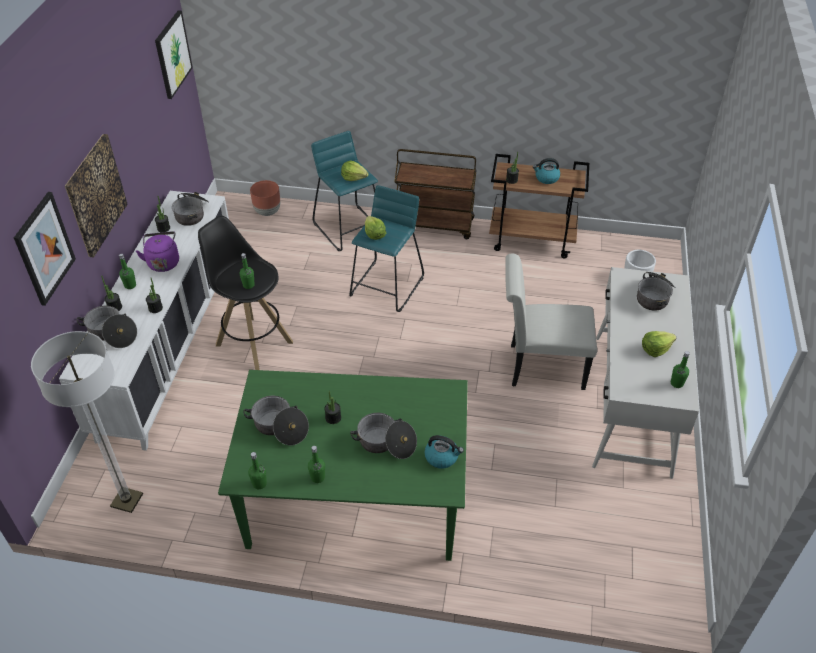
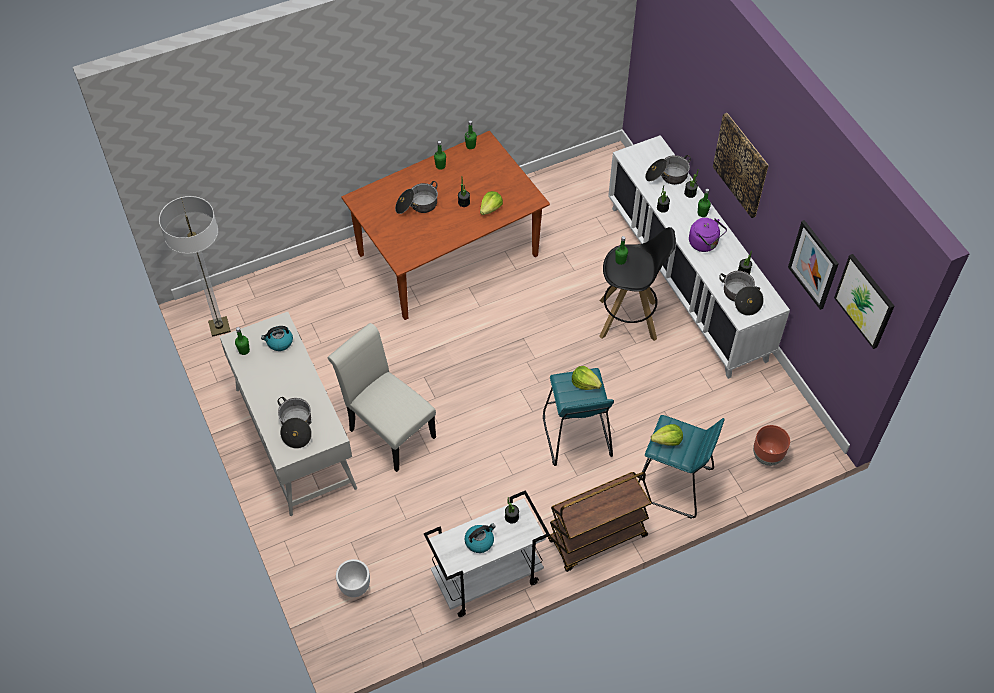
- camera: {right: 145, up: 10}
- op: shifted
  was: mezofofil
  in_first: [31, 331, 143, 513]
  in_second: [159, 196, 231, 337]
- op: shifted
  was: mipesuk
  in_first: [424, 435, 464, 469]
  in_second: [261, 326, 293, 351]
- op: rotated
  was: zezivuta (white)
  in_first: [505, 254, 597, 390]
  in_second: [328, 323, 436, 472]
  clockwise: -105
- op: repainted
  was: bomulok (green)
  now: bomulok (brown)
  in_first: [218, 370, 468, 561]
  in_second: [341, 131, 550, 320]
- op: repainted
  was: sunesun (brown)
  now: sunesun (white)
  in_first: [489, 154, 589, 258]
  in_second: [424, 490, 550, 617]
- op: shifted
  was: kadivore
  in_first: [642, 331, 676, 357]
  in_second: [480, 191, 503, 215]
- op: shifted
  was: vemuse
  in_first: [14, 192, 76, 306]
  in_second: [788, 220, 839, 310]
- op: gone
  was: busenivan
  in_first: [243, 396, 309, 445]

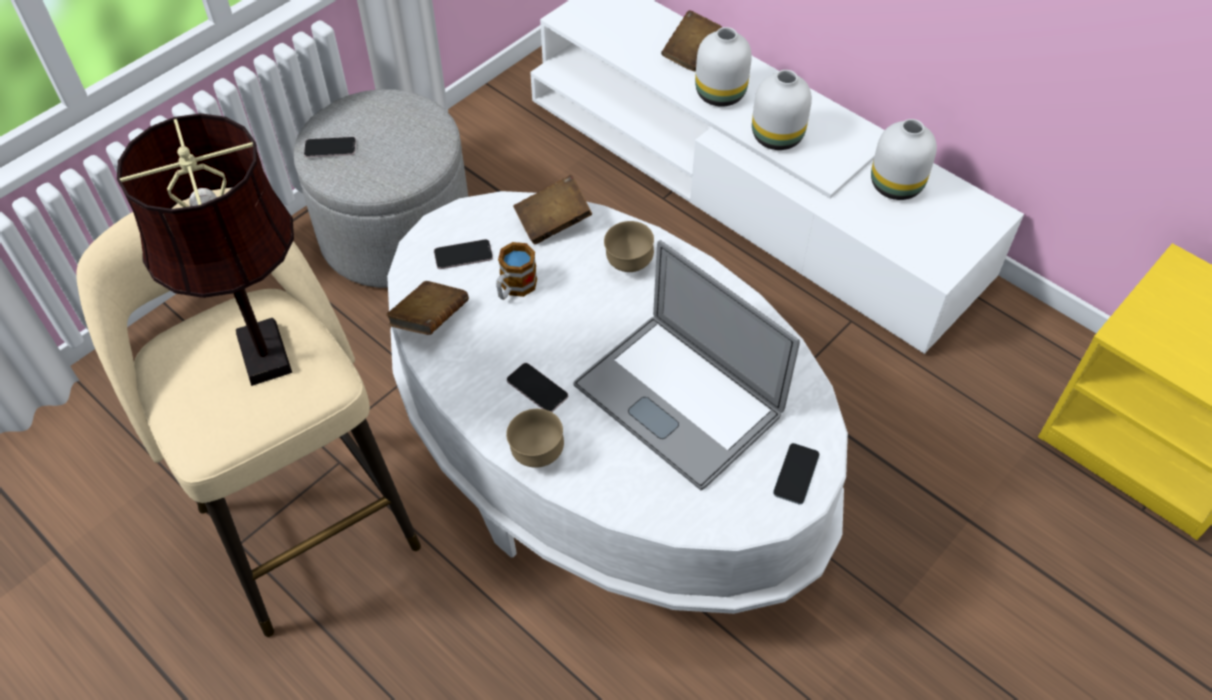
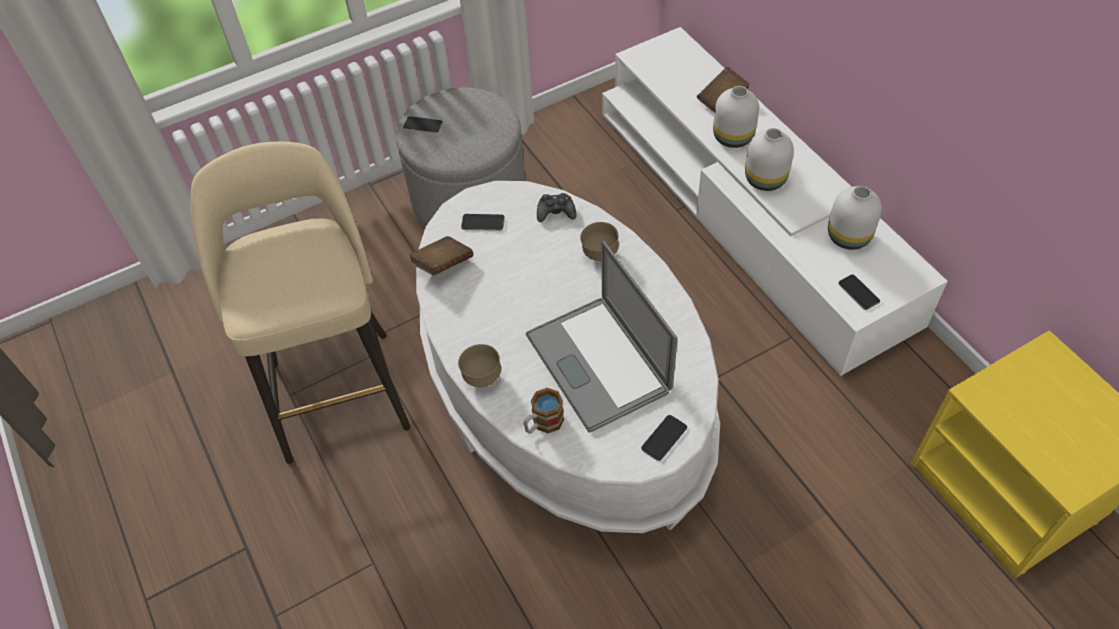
- camera: {right: 20, up: 0}
- op: shifted
  was: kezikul
  in_first: [496, 242, 537, 300]
  in_second: [524, 388, 564, 434]
- op: swapped
  was: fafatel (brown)
  now: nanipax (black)
  in_first: [513, 175, 592, 244]
  in_second: [537, 193, 576, 222]
- op: shifted
  was: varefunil
  in_first: [507, 363, 568, 412]
  in_second: [838, 274, 880, 310]
- op: gone
  was: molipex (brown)
  in_first: [117, 113, 294, 386]

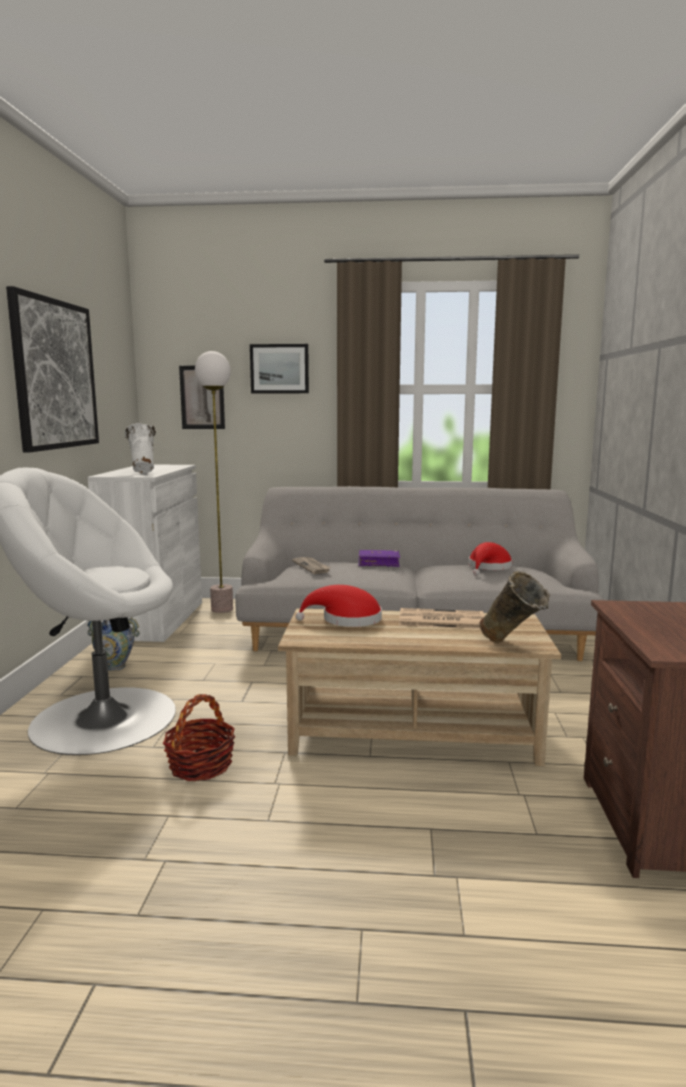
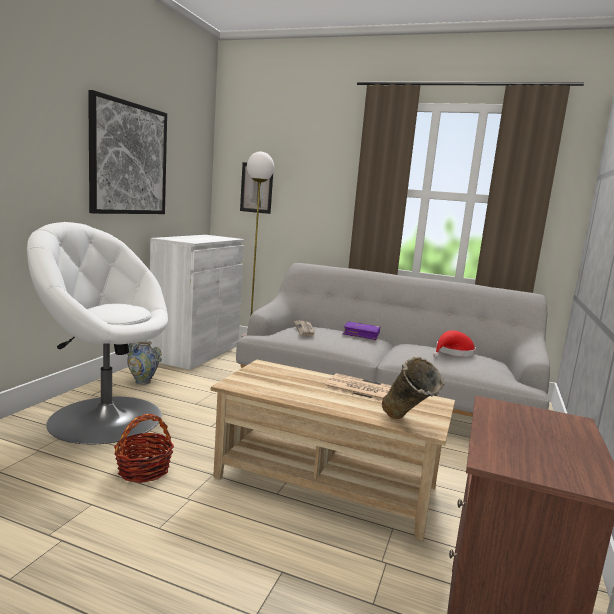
- camera: {right: 15, up: 0}
- op: gone
  was: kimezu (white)
  in_first: [125, 423, 156, 473]
- op: gone
  was: vemuse
  in_first: [250, 344, 309, 393]
- op: gone
  was: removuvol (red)
  in_first: [296, 585, 382, 627]

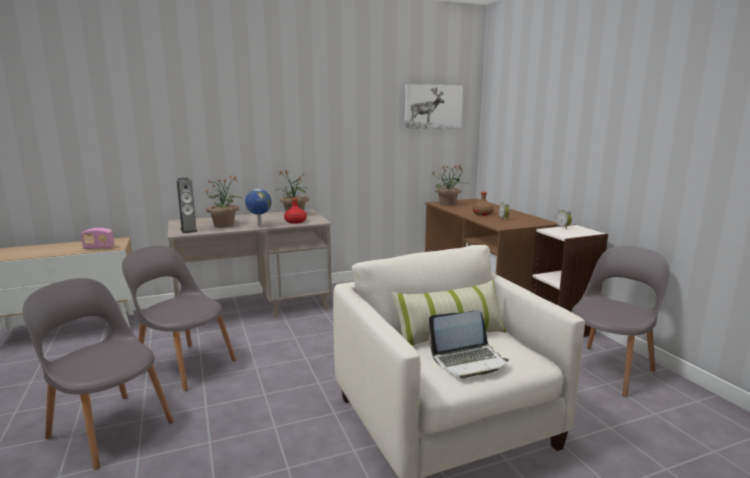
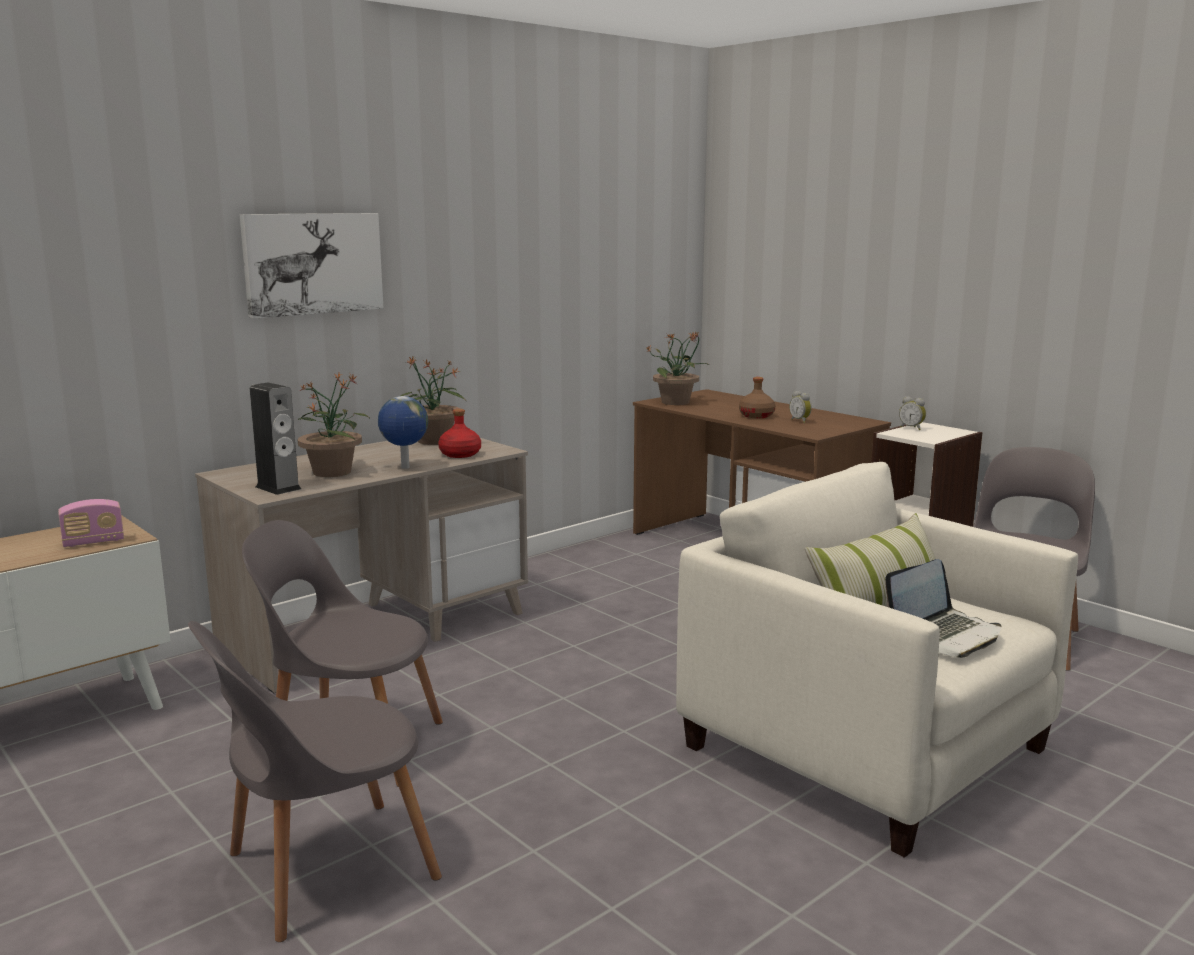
- camera: {right: -20, up: 0}
- op: rotated
  was: zezivuta (grey)
  in_first: [23, 278, 174, 470]
  in_second: [188, 621, 442, 942]
  clockwise: -45
- op: shifted
  was: vemuse
  in_first: [405, 84, 463, 129]
  in_second: [240, 213, 383, 319]

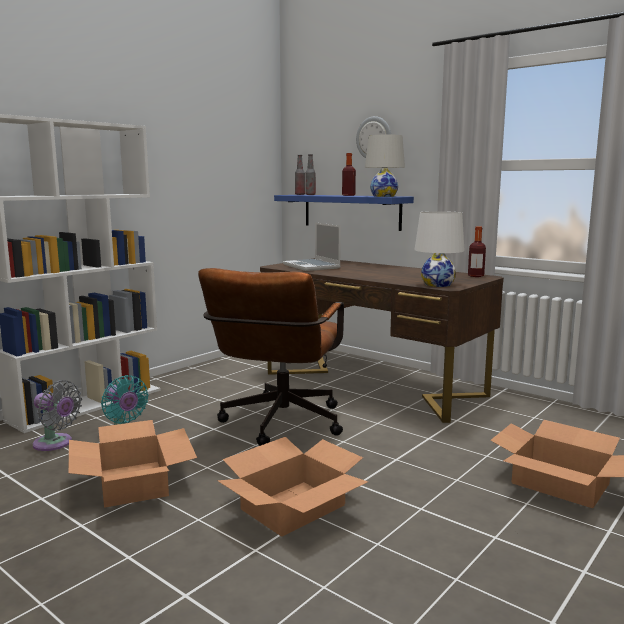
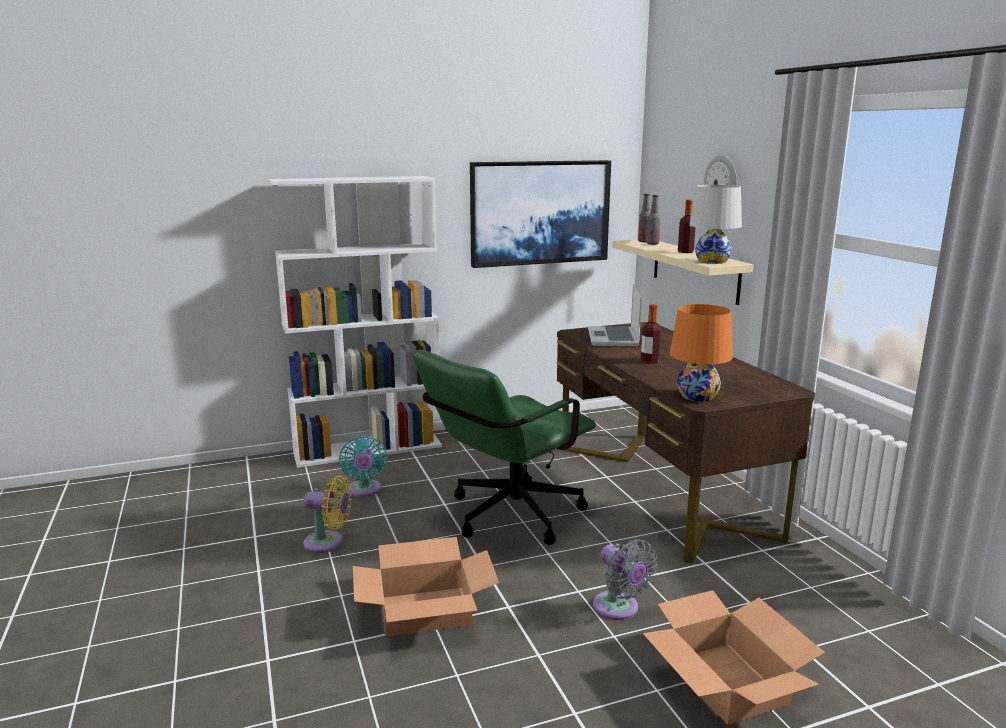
- camera: {right: 30, up: 5}
- op: swapped
  was: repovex
  now: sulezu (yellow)
  in_first: [68, 420, 197, 508]
  in_second: [303, 476, 352, 553]
- op: repainted
  was: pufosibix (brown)
  now: pufosibix (green)
  in_first: [198, 268, 344, 446]
  in_second: [412, 350, 596, 545]
- op: new
  now: vemuse
  in_second: [470, 160, 611, 268]
- op: shifted
  was: sulezu (grey)
  in_first: [33, 380, 82, 451]
  in_second: [593, 539, 658, 620]
- op: repainted
  was: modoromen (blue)
  now: modoromen (beige)
  in_first: [274, 195, 414, 231]
  in_second: [612, 240, 754, 305]
- op: shifted
  was: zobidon
  in_first: [468, 226, 486, 277]
  in_second: [641, 304, 661, 364]
- op: repainted
  was: molipex (white)
  now: molipex (orange)
  in_first: [415, 211, 465, 287]
  in_second: [670, 304, 733, 402]

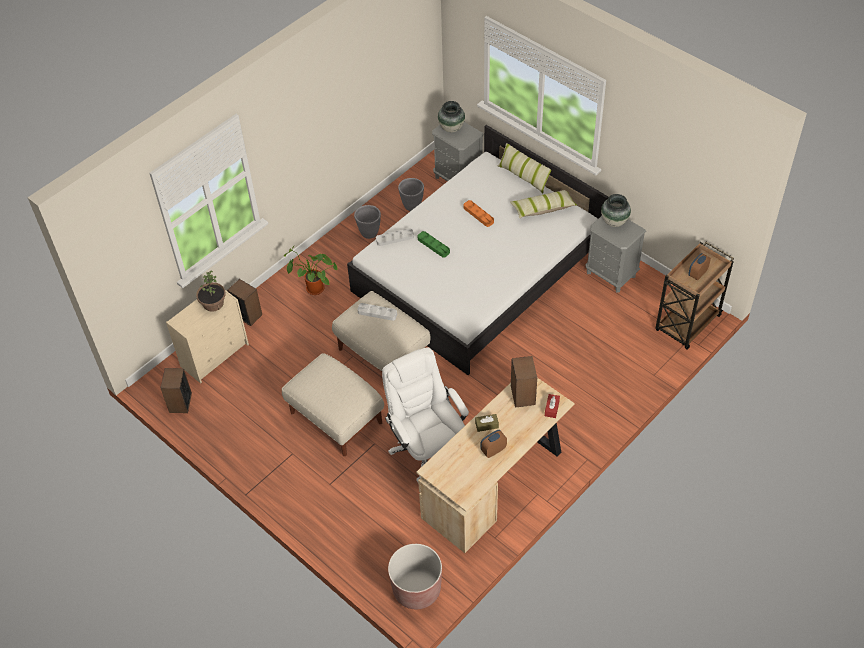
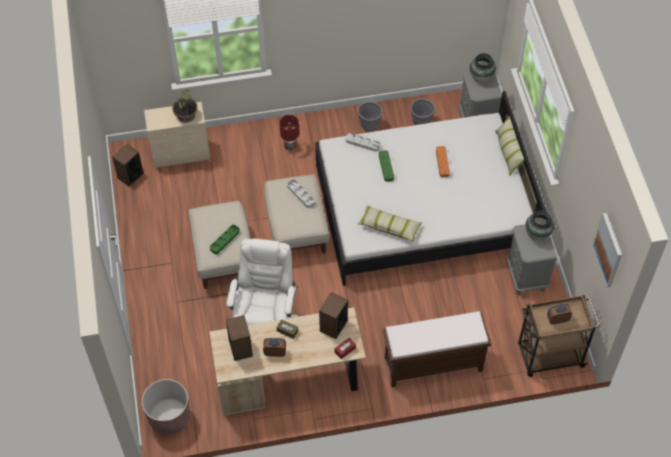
- camera: {right: 35, up: 5}
- op: new
  now: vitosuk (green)
  in_second: [210, 225, 240, 254]
- op: shifted
  was: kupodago
  in_first: [227, 279, 262, 326]
  in_second: [226, 315, 253, 361]
- op: swapped
  was: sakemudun
  now: molipex (red)
  in_first: [284, 246, 338, 295]
  in_second: [279, 115, 299, 151]
- op: shifted
  was: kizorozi
  in_first: [510, 190, 577, 218]
  in_second: [357, 205, 422, 242]
- op: new
  now: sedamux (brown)
  in_second: [382, 311, 491, 387]
- op: new
  now: vemuse
  in_second: [592, 213, 622, 288]

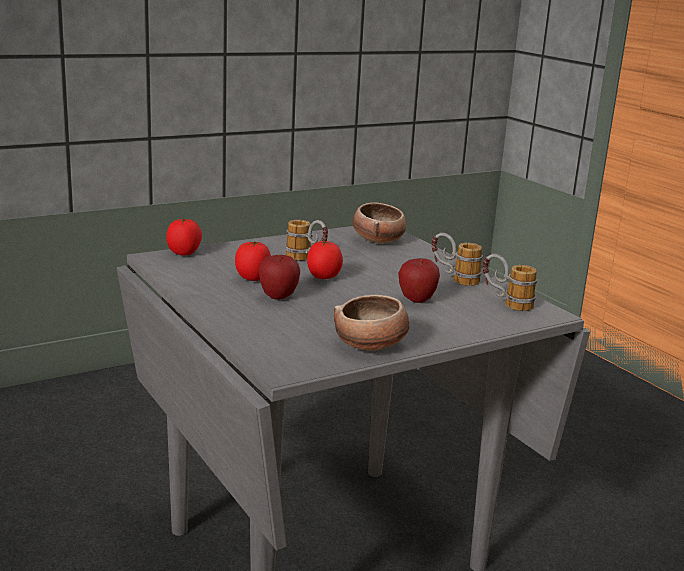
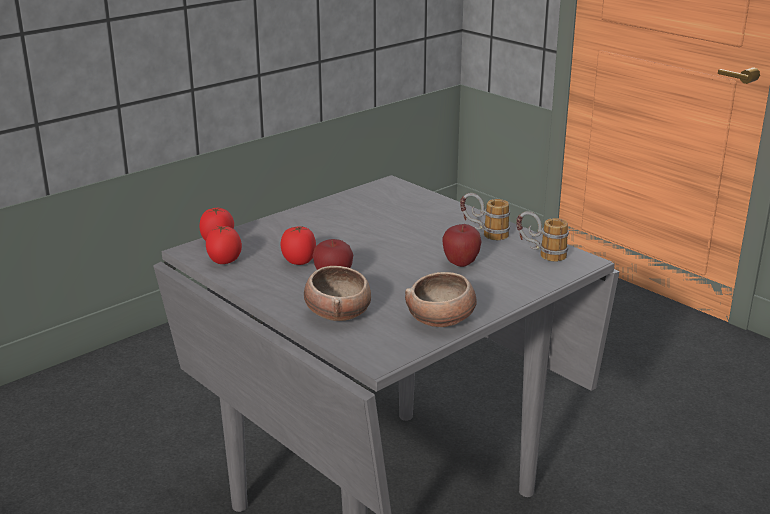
- camera: {right: -10, up: 5}
- op: shifted
  was: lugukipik
  in_first: [307, 240, 343, 279]
  in_second: [206, 226, 242, 264]
- op: shifted
  was: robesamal
  in_first: [353, 203, 406, 243]
  in_second: [304, 266, 371, 321]
- op: gone
  was: kezikul
  in_first: [285, 220, 328, 261]

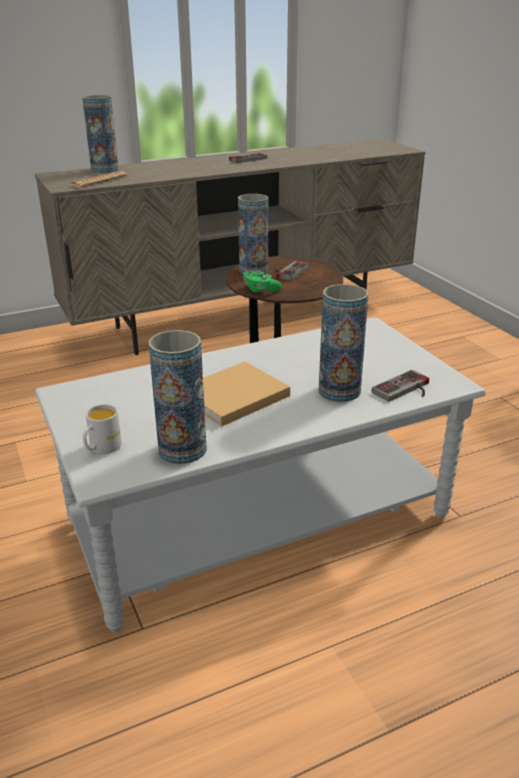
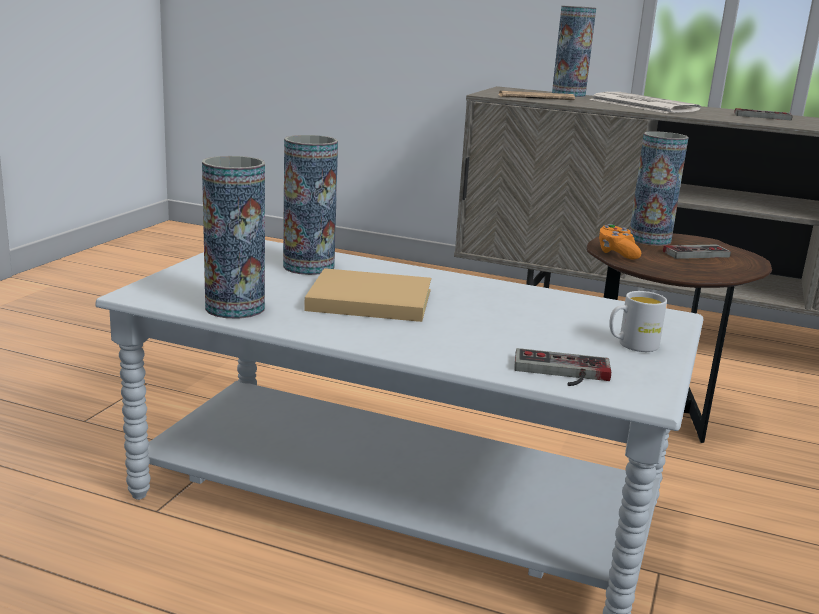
- camera: {right: 45, up: -10}
- op: shifted
  was: kimezu
  in_first: [319, 284, 368, 402]
  in_second: [283, 135, 338, 275]
- op: new
  now: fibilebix
  in_second: [590, 92, 701, 113]
- op: repainted
  was: nanipax (green)
  now: nanipax (orange)
  in_first: [243, 271, 282, 292]
  in_second: [599, 224, 641, 259]
- op: shifted
  was: kezikul (white)
  in_first: [83, 404, 122, 454]
  in_second: [609, 291, 667, 352]

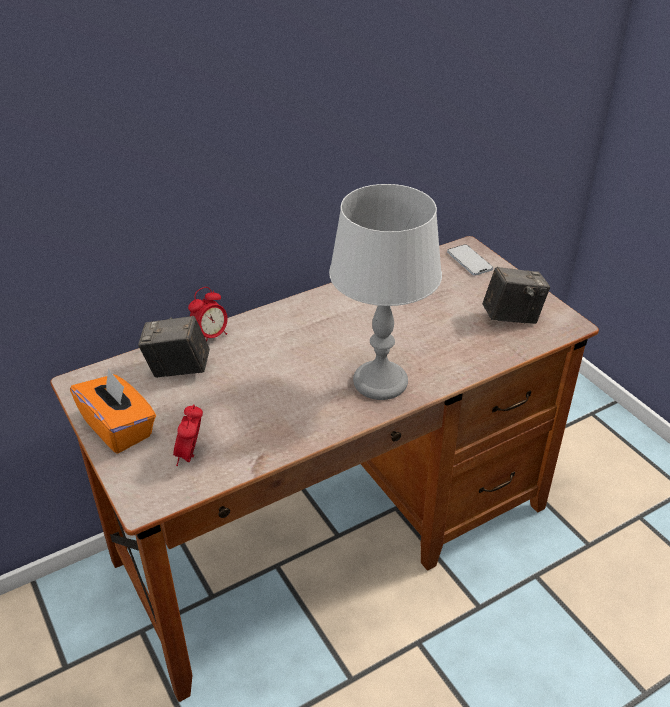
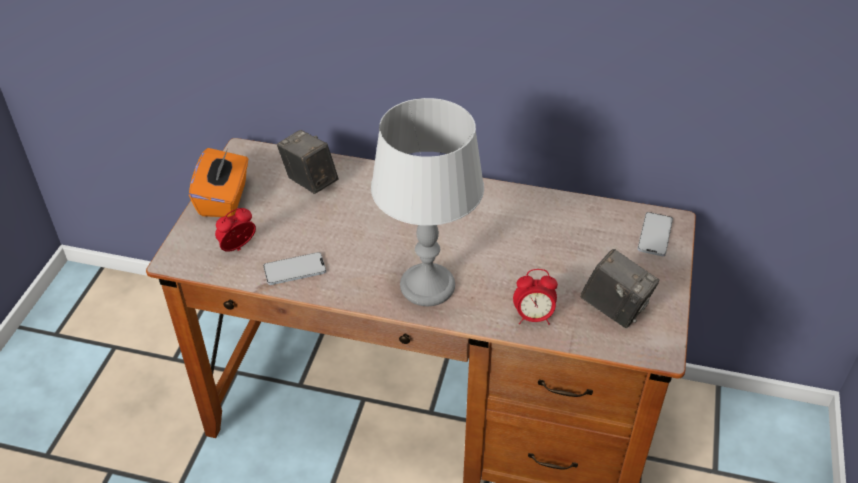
- camera: {right: 45, up: 5}
- op: new
  now: varefunil
  in_second: [263, 252, 326, 285]
- op: shifted
  was: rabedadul
  in_first: [188, 287, 228, 341]
  in_second: [513, 269, 558, 325]

